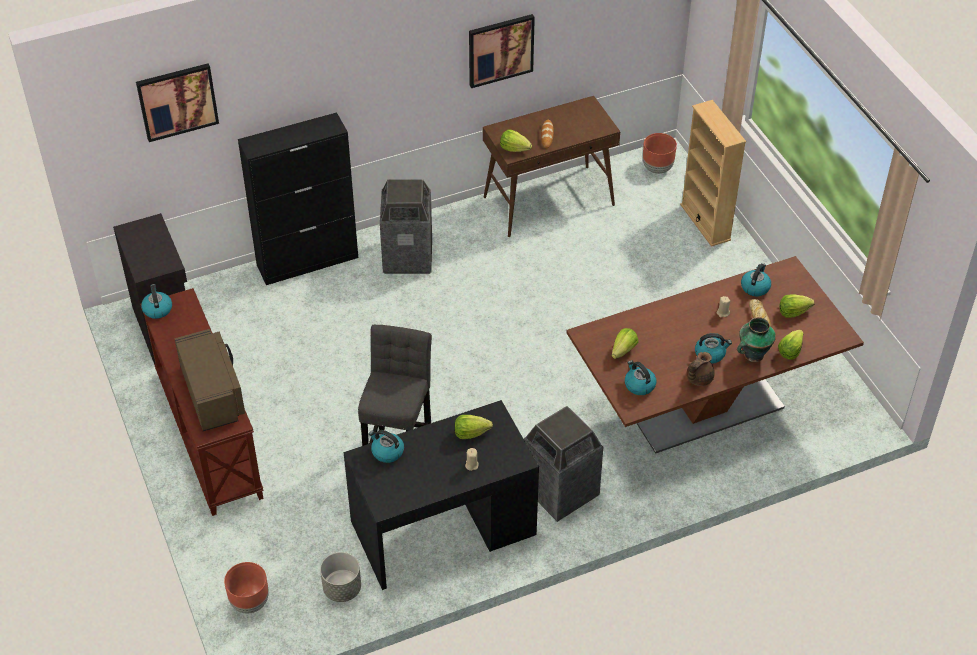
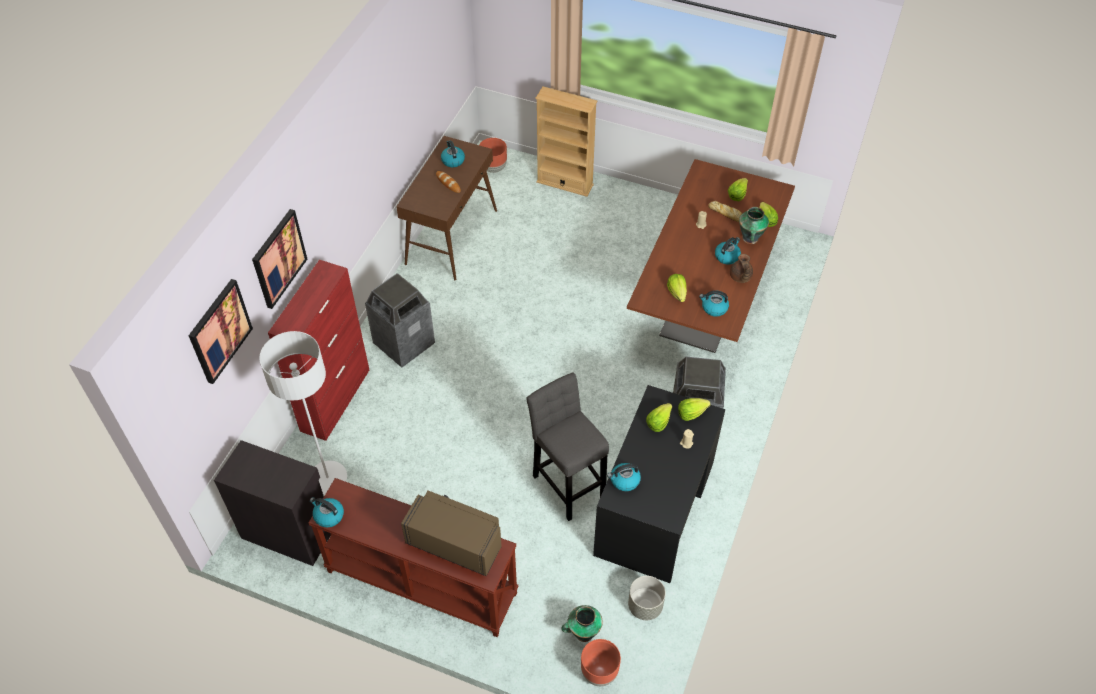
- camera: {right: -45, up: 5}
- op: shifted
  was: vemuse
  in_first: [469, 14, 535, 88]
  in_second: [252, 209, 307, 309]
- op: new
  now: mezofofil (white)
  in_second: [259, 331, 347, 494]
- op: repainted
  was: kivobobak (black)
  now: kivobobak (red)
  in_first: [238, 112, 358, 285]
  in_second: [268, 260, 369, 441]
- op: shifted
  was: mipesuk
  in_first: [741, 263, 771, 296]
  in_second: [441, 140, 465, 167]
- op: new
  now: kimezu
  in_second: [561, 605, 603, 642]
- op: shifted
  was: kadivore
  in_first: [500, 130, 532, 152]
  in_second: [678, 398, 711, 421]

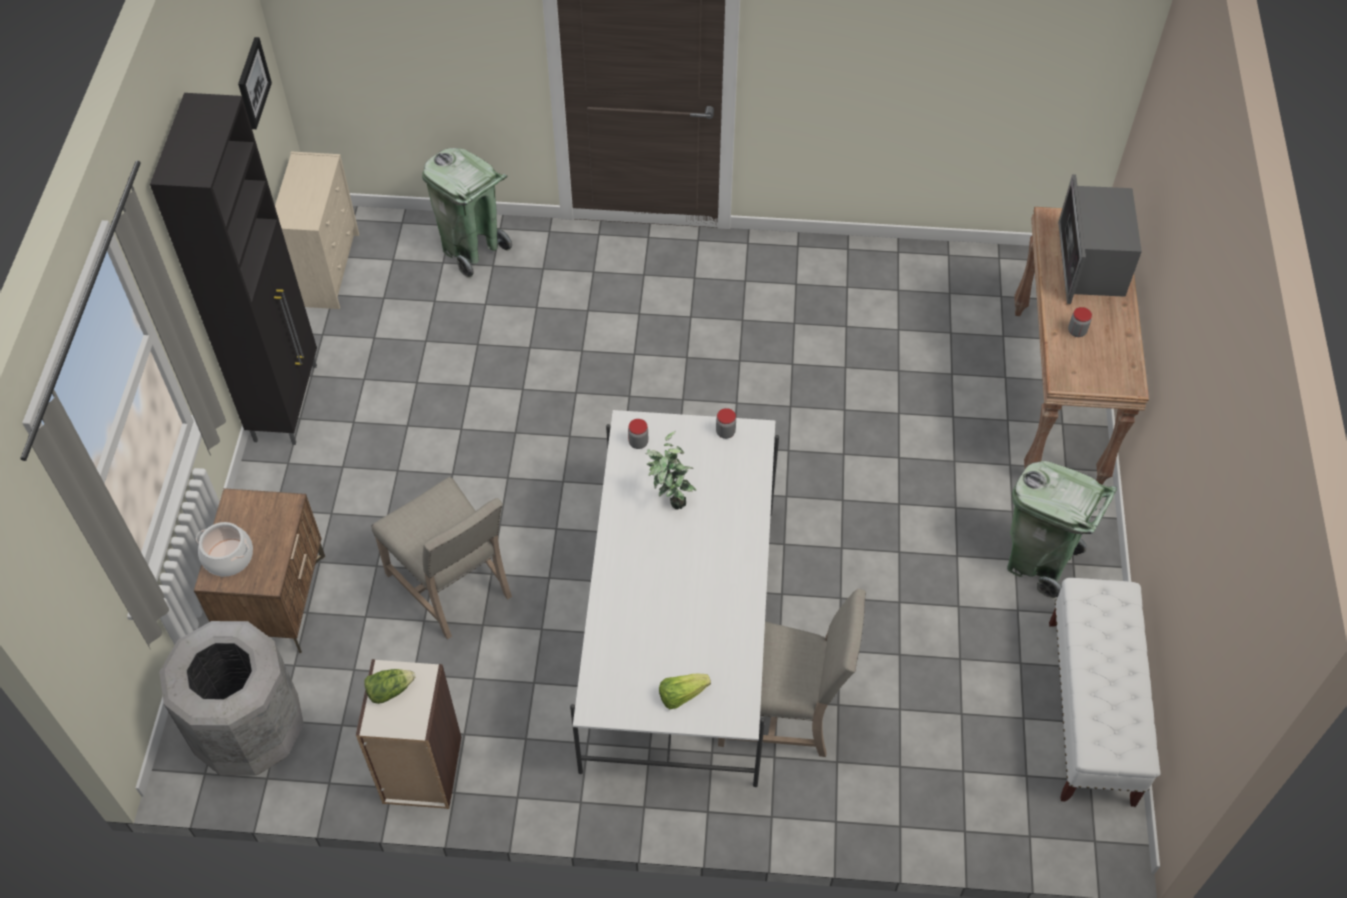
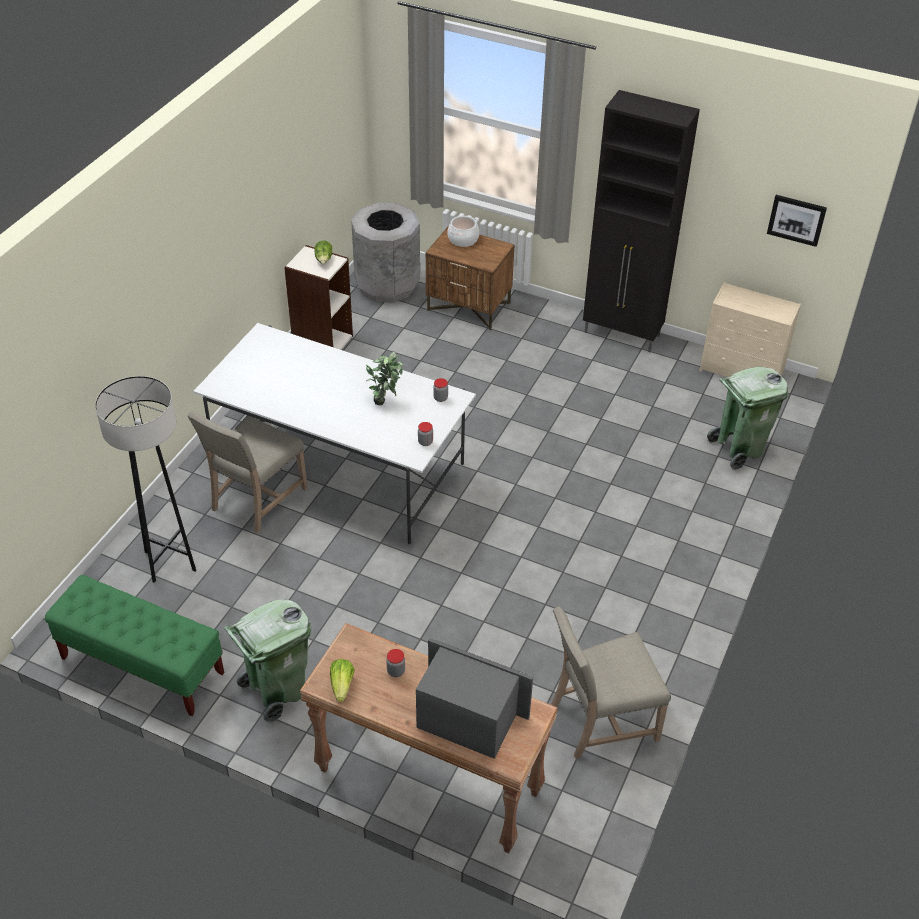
- camera: {right: 110, up: -10}
- op: repainted
  was: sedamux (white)
  now: sedamux (green)
  in_first: [1049, 578, 1161, 807]
  in_second: [45, 575, 224, 716]
- op: new
  now: mezofofil (grey)
  in_second: [95, 376, 196, 583]
- op: shifted
  was: kadivore
  in_first: [659, 674, 711, 709]
  in_second: [330, 659, 355, 702]
- op: shifted
  was: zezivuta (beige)
  in_first: [371, 476, 512, 639]
  in_second: [551, 607, 671, 759]

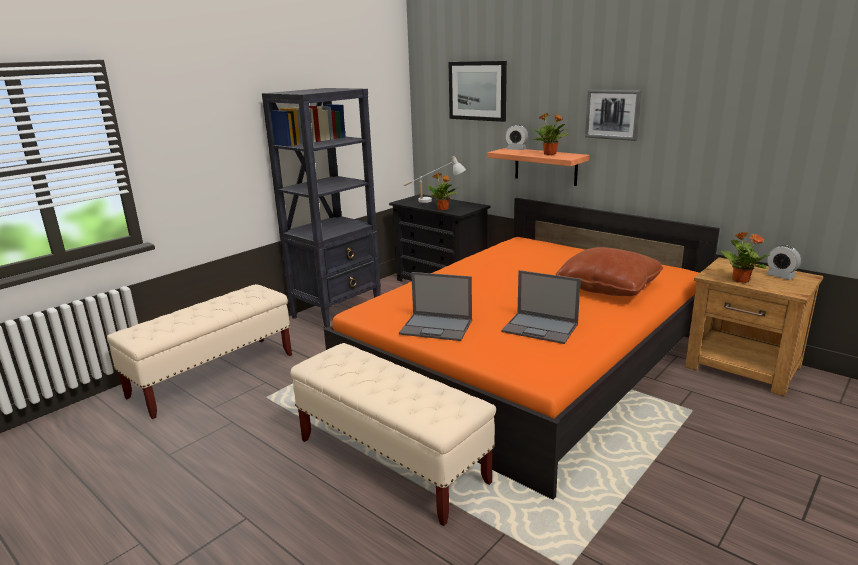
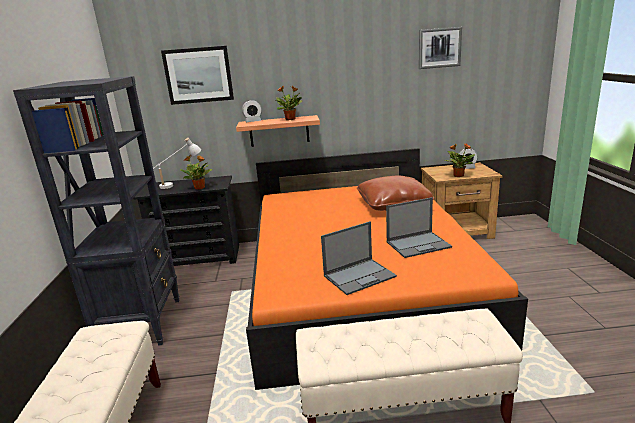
- camera: {right: -45, up: 0}
- op: shifted
  was: vemuse
  in_first: [585, 90, 642, 141]
  in_second: [419, 27, 462, 69]

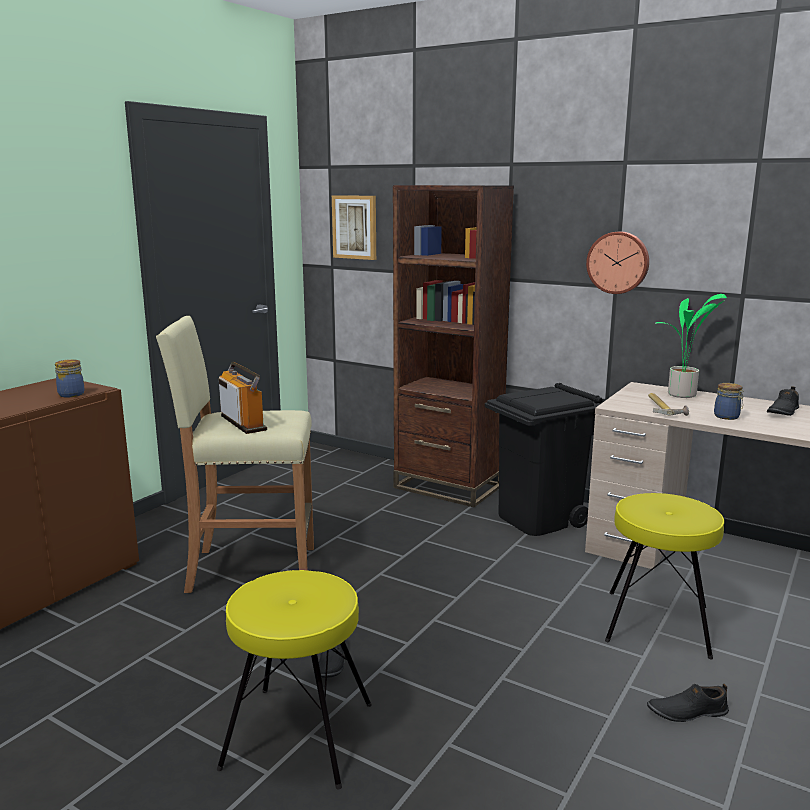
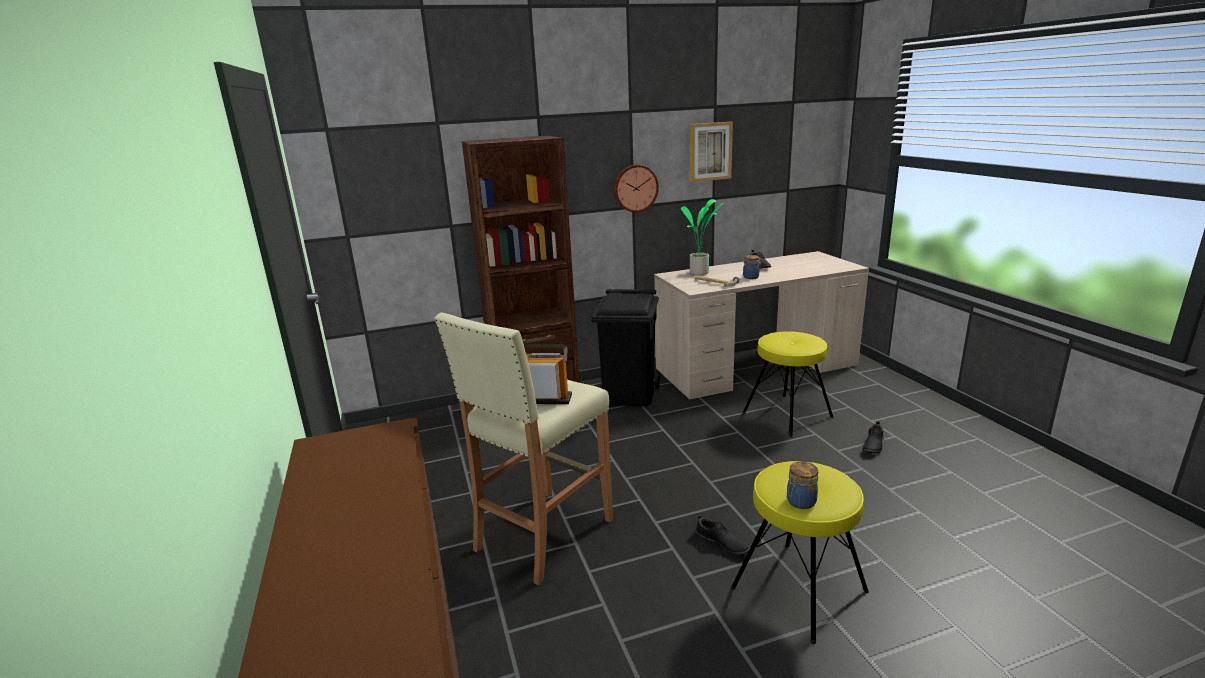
- camera: {right: -50, up: 5}
- op: shifted
  was: vemuse
  in_first: [332, 195, 376, 260]
  in_second: [690, 122, 733, 182]
- op: shifted
  was: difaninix
  in_first: [55, 359, 85, 397]
  in_second: [787, 461, 818, 509]

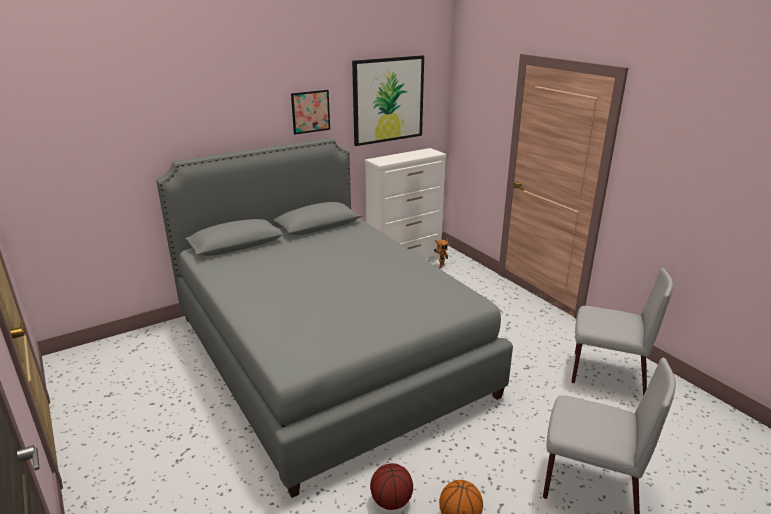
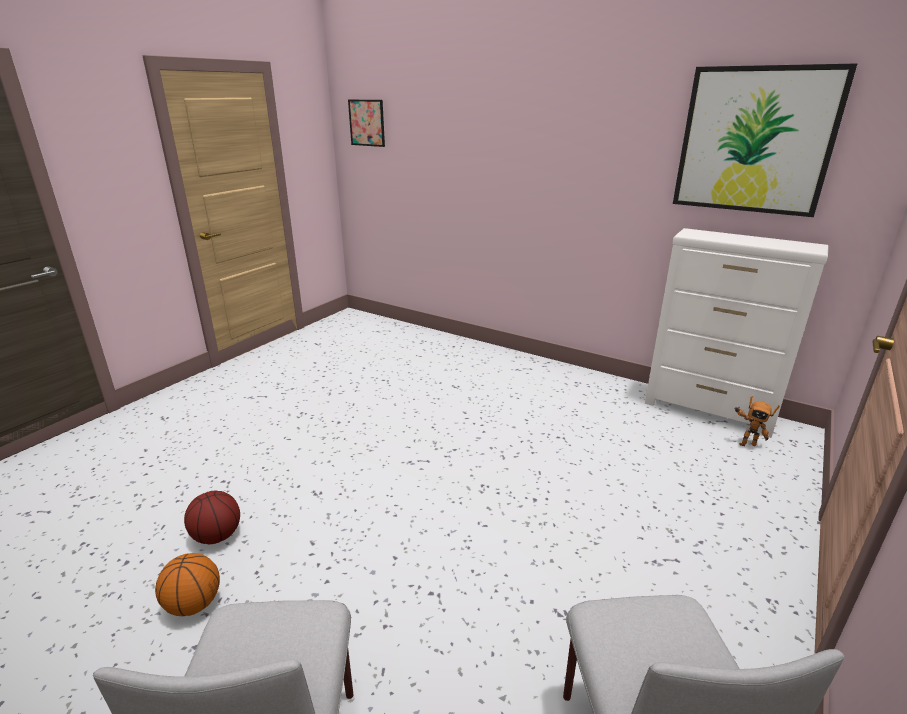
- camera: {right: 65, up: 0}
- op: shifted
  was: vemuse
  in_first: [291, 90, 330, 135]
  in_second: [348, 100, 385, 147]
- op: gone
  was: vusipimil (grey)
  in_first: [156, 138, 513, 498]

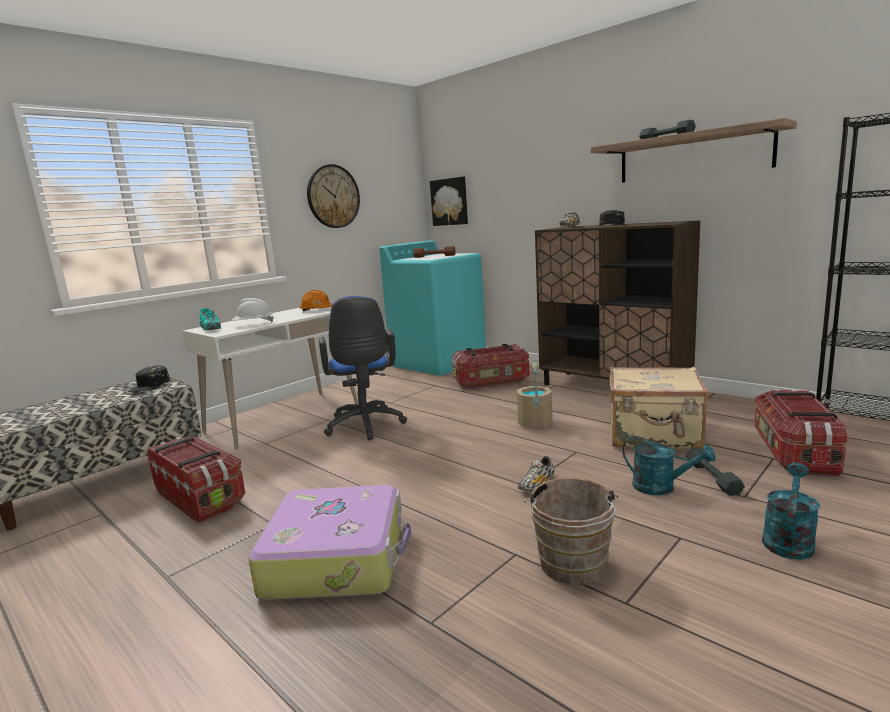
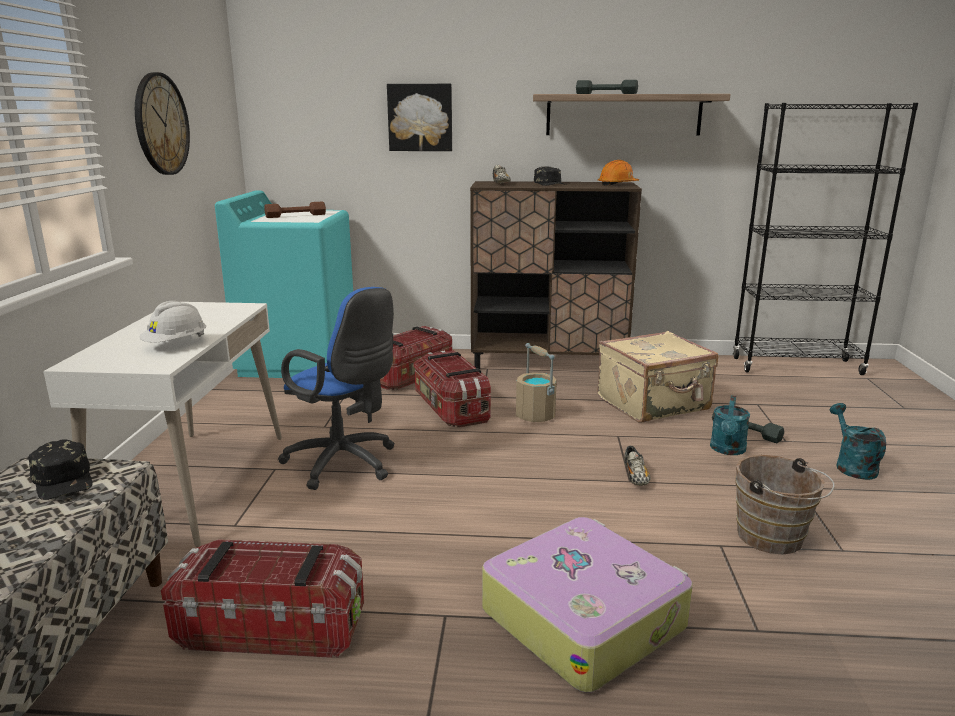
- camera: {right: -40, up: 5}
- op: shifted
  was: vemuse
  in_first: [430, 177, 468, 226]
  in_second: [387, 84, 452, 151]
- op: shifted
  was: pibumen
  in_first: [754, 389, 847, 477]
  in_second: [413, 350, 491, 428]
- op: shifted
  was: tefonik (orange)
  in_first: [299, 290, 333, 311]
  in_second: [598, 160, 639, 186]
- op: rotated
  was: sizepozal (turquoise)
  in_first: [622, 436, 715, 495]
  in_second: [710, 396, 750, 455]
  clockwise: 120
- op: gone
  was: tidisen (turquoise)
  in_first: [199, 308, 222, 331]

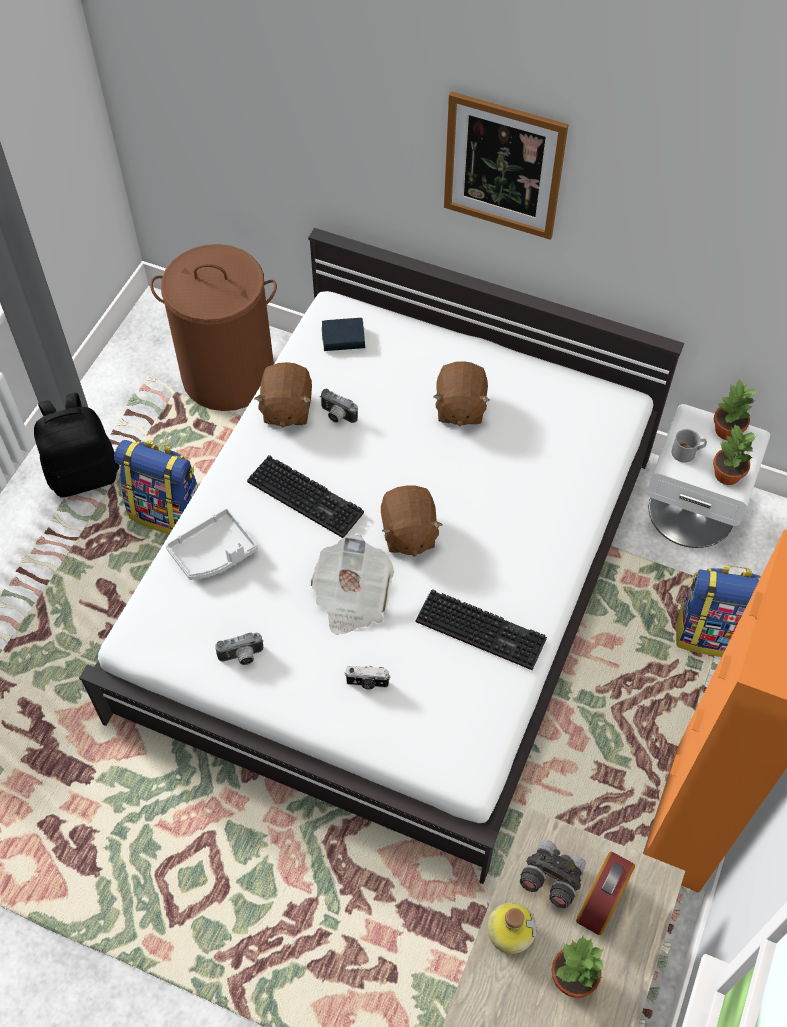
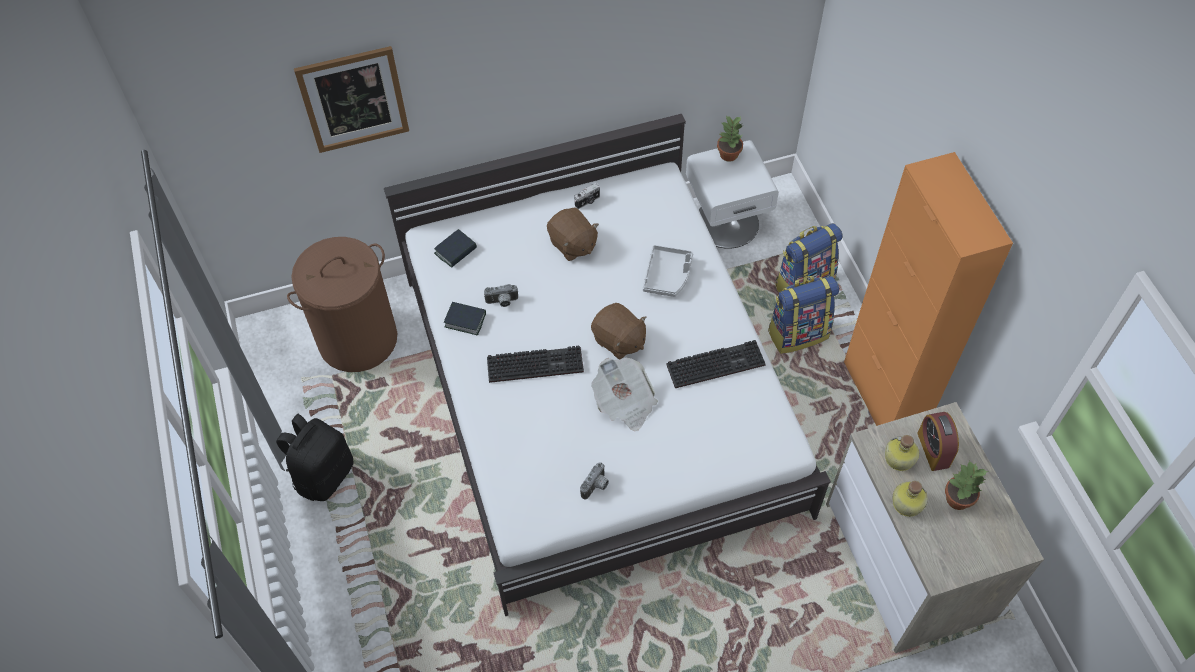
- camera: {right: -40, up: 0}
- op: shifted
  was: vemuse
  in_first: [444, 92, 568, 240]
  in_second: [294, 46, 409, 153]
- op: swapped
  was: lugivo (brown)
  now: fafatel
  in_first: [254, 362, 312, 427]
  in_second: [444, 302, 486, 336]
- op: shifted
  was: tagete
  in_first: [345, 666, 391, 689]
  in_second: [574, 183, 600, 209]
- op: shifted
  was: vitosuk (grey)
  in_first: [166, 509, 258, 580]
  in_second: [643, 245, 693, 297]
- op: shifted
  was: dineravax
  in_first: [114, 440, 198, 534]
  in_second: [768, 276, 839, 354]
- op: swapped
  was: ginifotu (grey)
  now: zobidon
  in_first: [520, 840, 586, 908]
  in_second: [885, 435, 919, 471]
- op: gone
  was: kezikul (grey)
  in_first: [672, 429, 707, 463]
- op: gone
  was: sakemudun
  in_first: [713, 424, 757, 485]

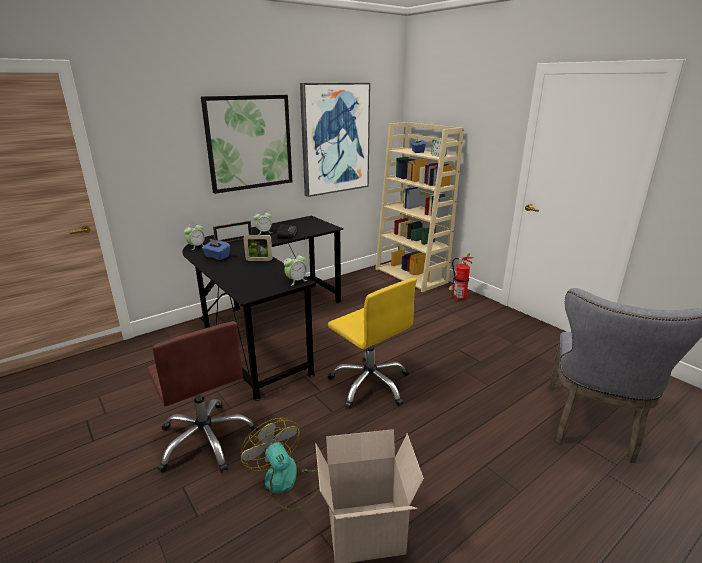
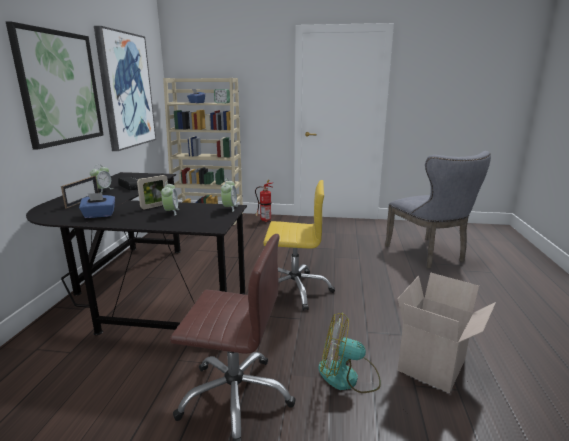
- camera: {right: -45, up: -5}
- op: shifted
  was: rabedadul
  in_first: [184, 223, 205, 250]
  in_second: [161, 181, 179, 216]

